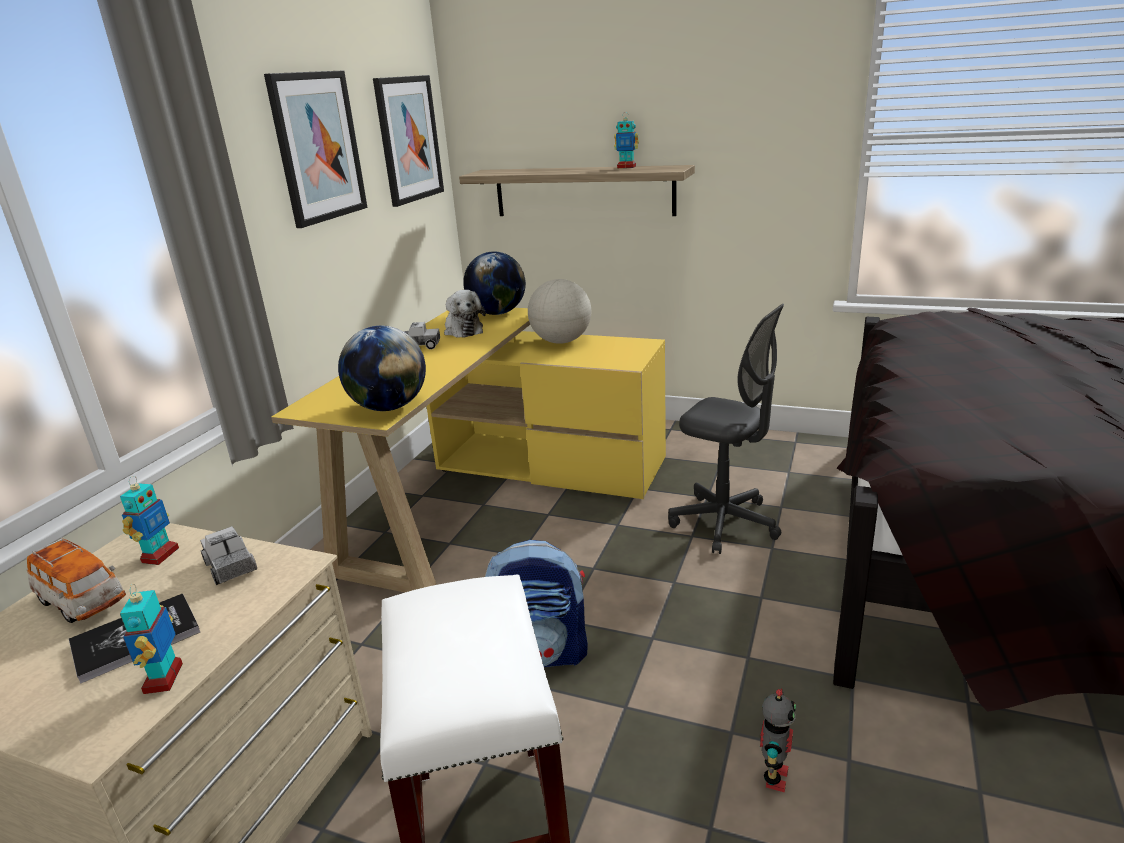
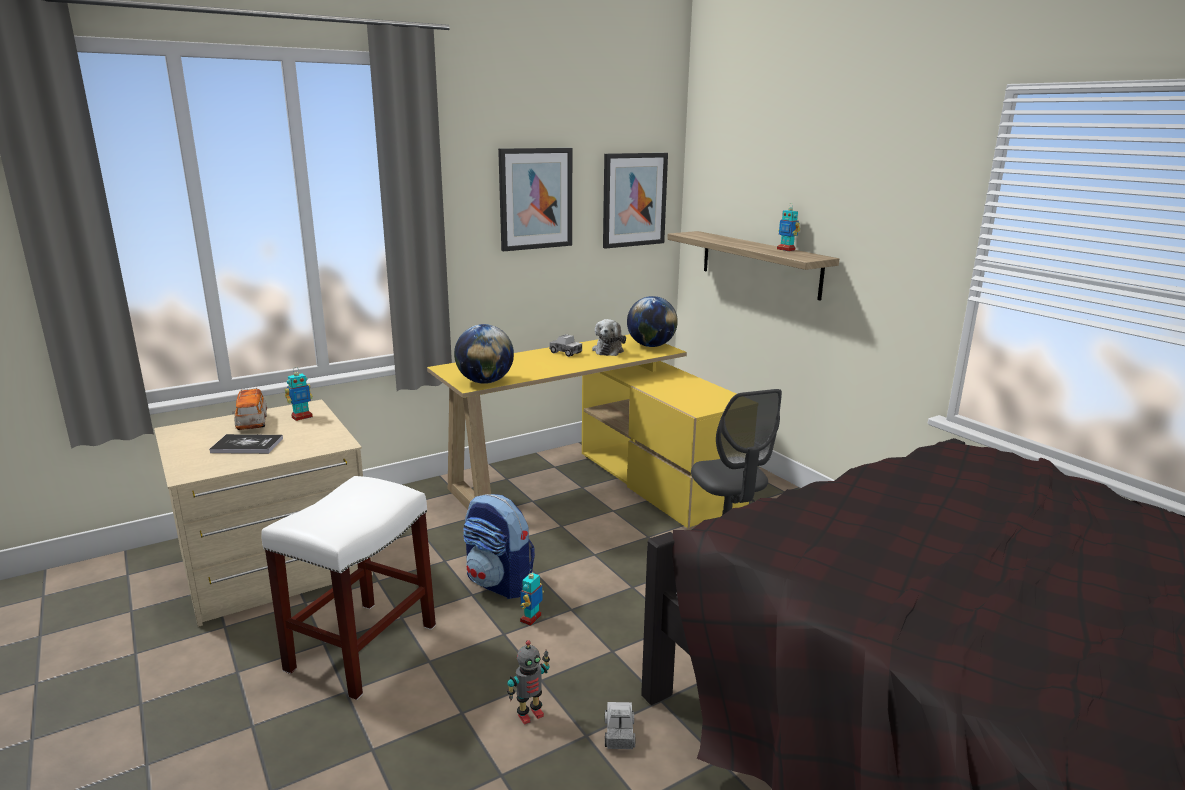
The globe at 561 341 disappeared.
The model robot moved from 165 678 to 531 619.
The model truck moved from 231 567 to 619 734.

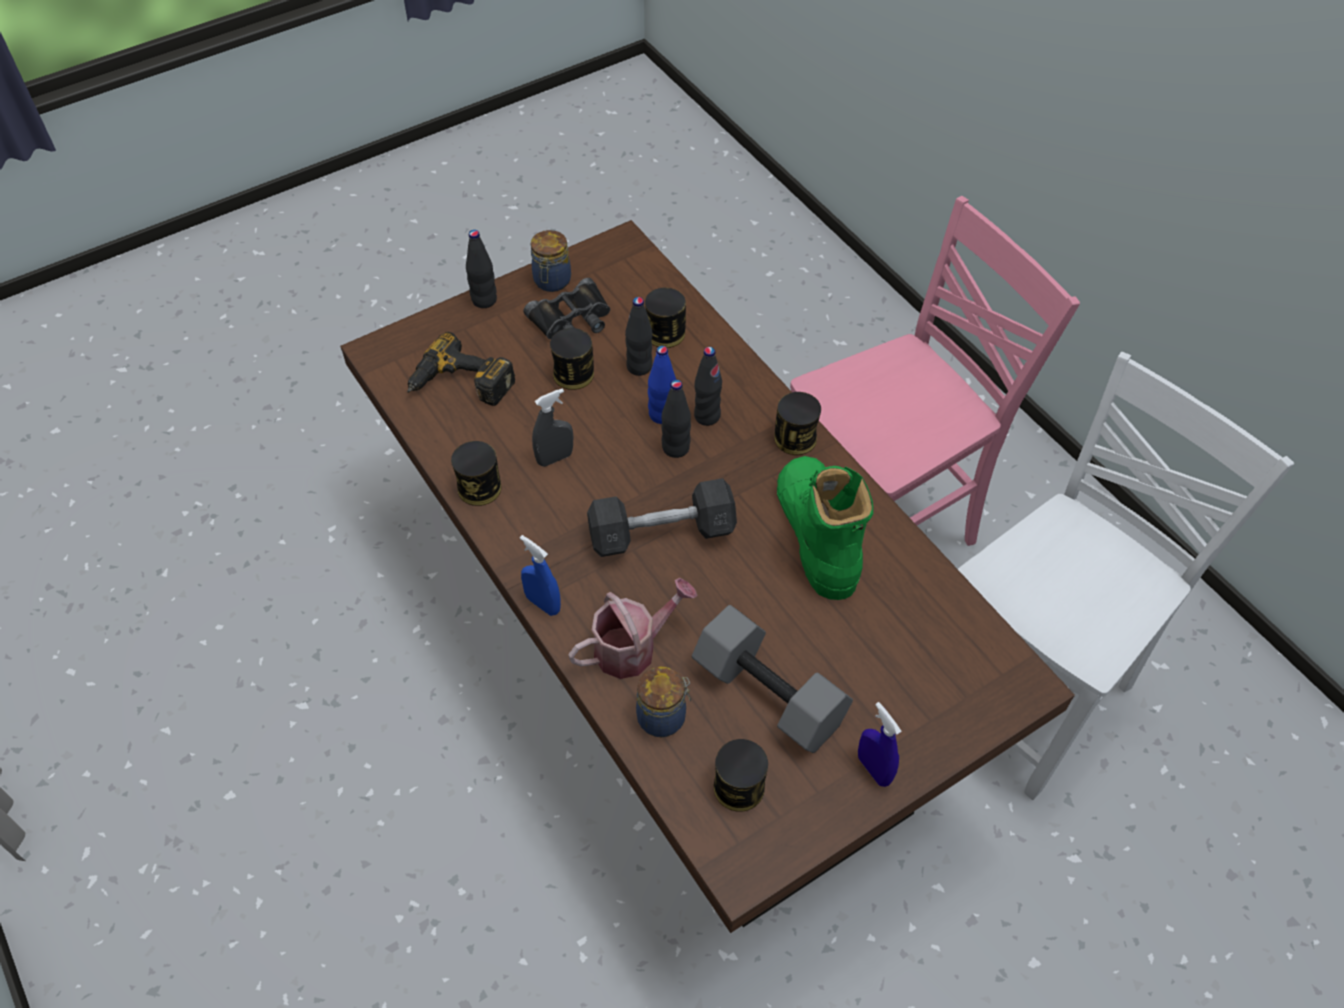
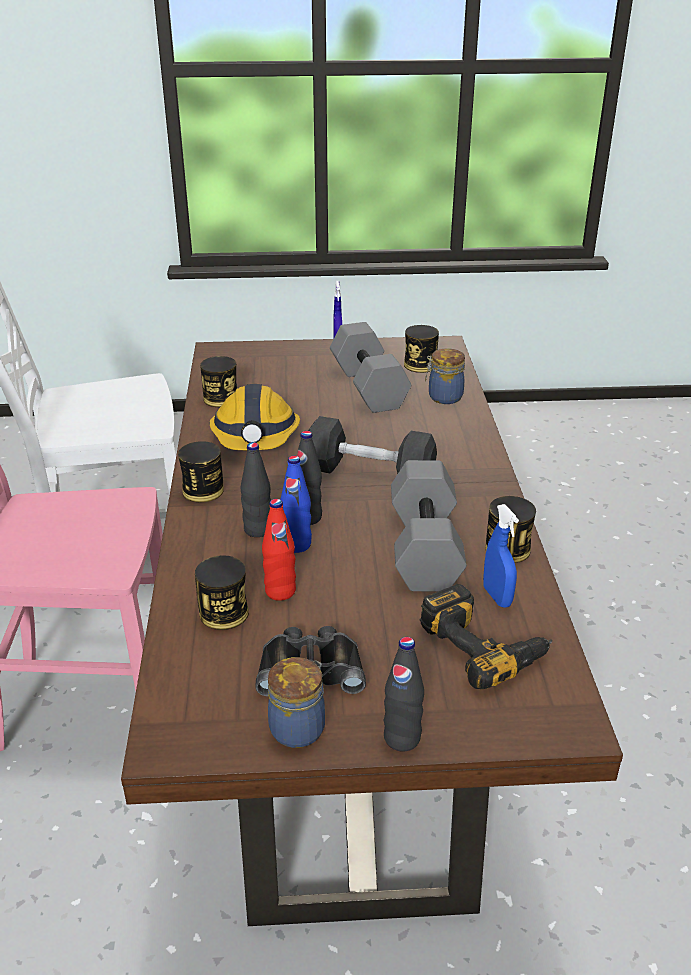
The sprinkling can at 632 647 disappeared.
The spray bottle/blue moved from 543 604 to 497 597.
The can moved from 573 374 to 221 398.
The spray bottle/greyish at 555 458 was replaced by the free weight/greyish at 422 547.
The tall boot/green-coloured at 817 534 was replaced by the hard hat at 255 437.
The beverage bottle/blackish at 639 367 became the beverage bottle/red at 280 591.

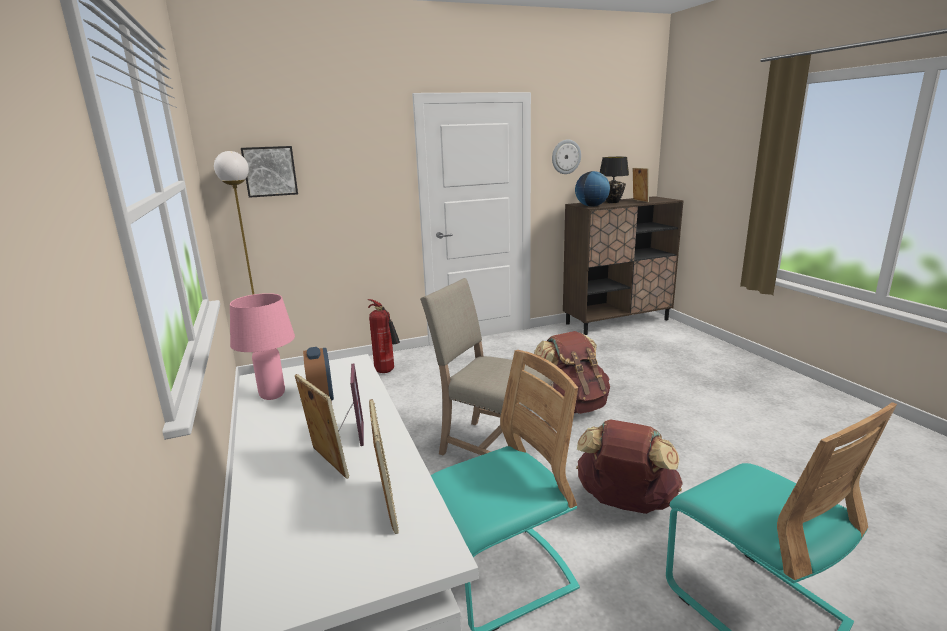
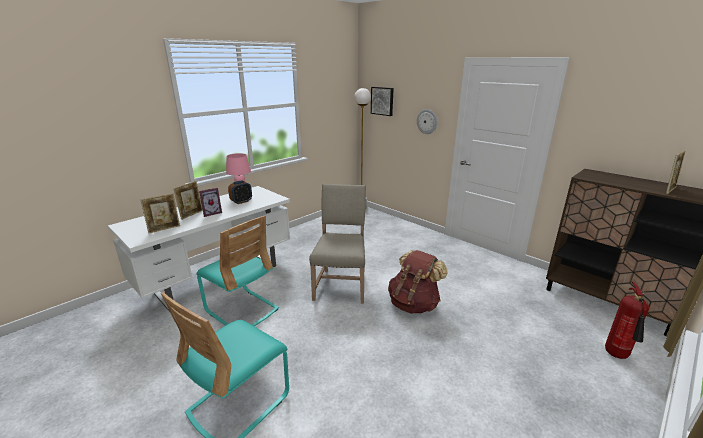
The globe at 591 206 disappeared.
The rucksack/brown at 625 503 disappeared.
The table lamp/blackish at 612 202 disappeared.
The fire extinguisher moved from 387 371 to 617 356.
The clock on the wall moved from 566 157 to 427 121.

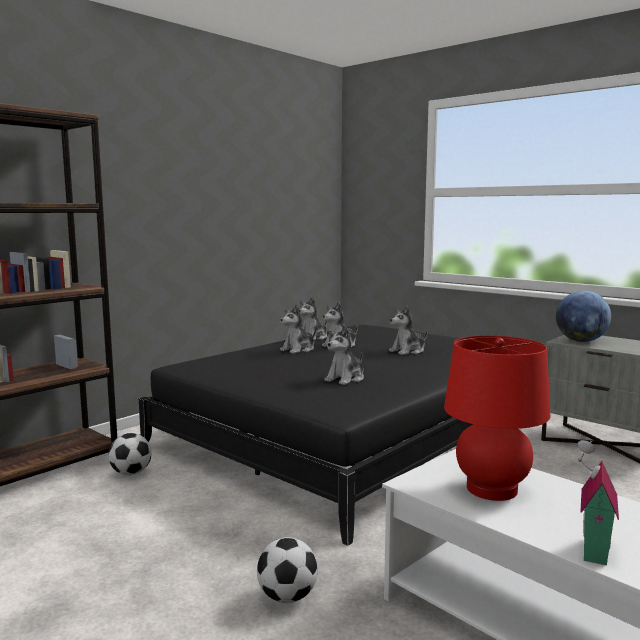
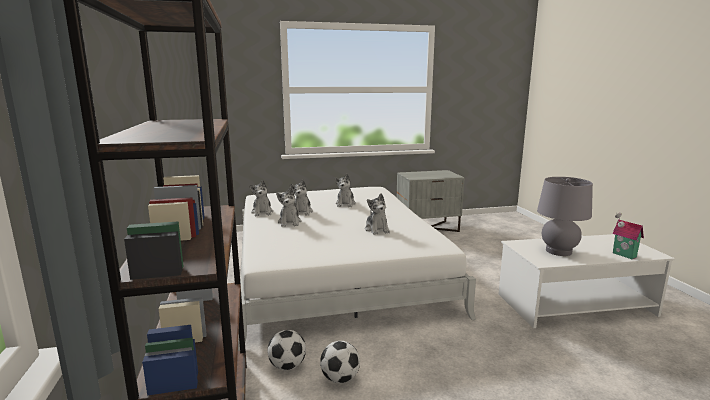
The globe at 581 341 disappeared.
The football moved from 288 597 to 340 378.
The bed/blackish at 354 432 became the bed/white-coloured at 334 269.
The table lamp/red at 491 489 became the table lamp/greyish at 558 251.

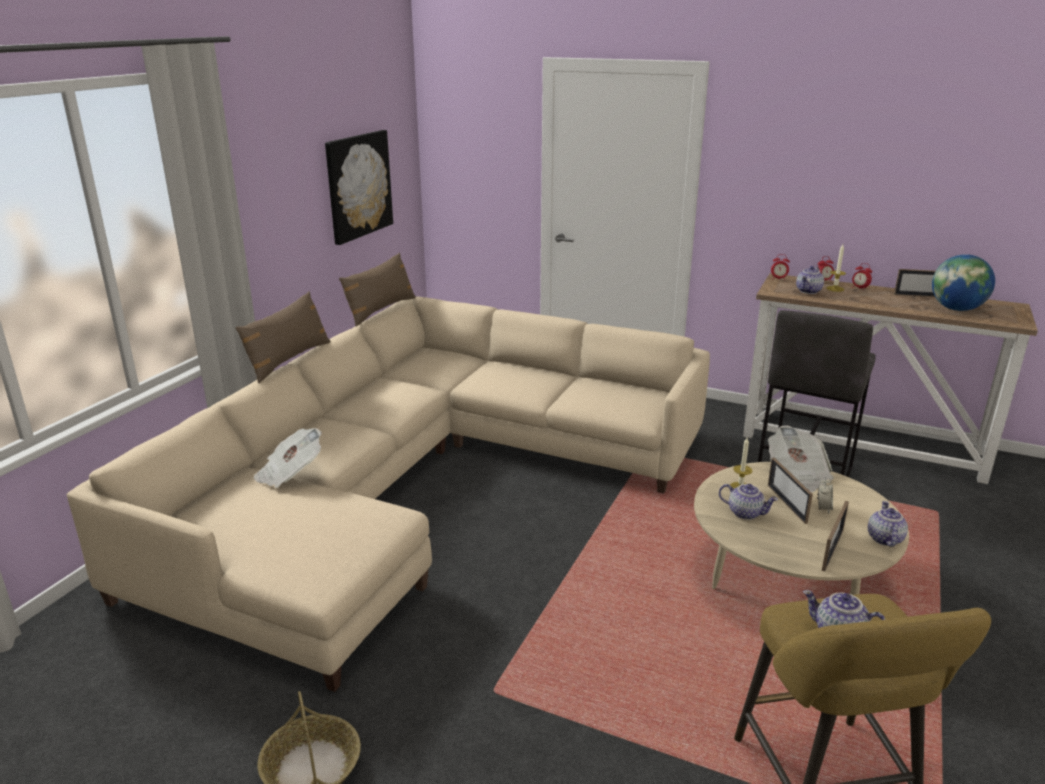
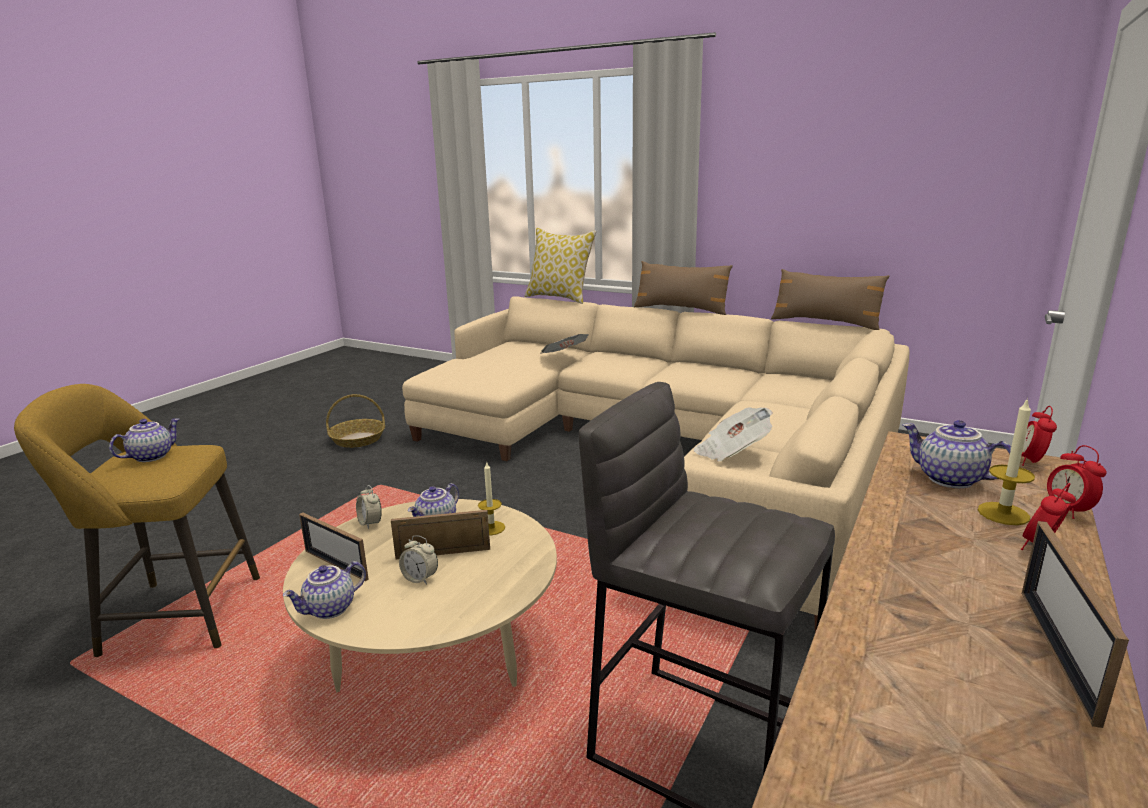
The picture at 358 185 disappeared.
The globe at 956 309 disappeared.
The bedside clock at 370 523 appeared.
The throw pillow at 560 298 appeared.
The printed paper moved from 798 475 to 731 452.
The teapot at 883 538 turned 120 degrees clockwise.

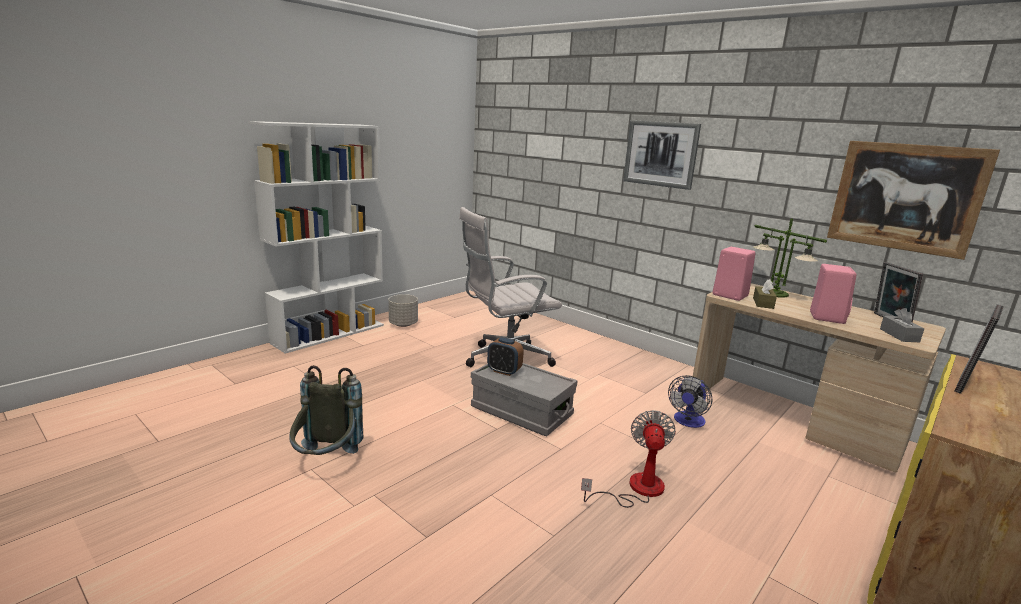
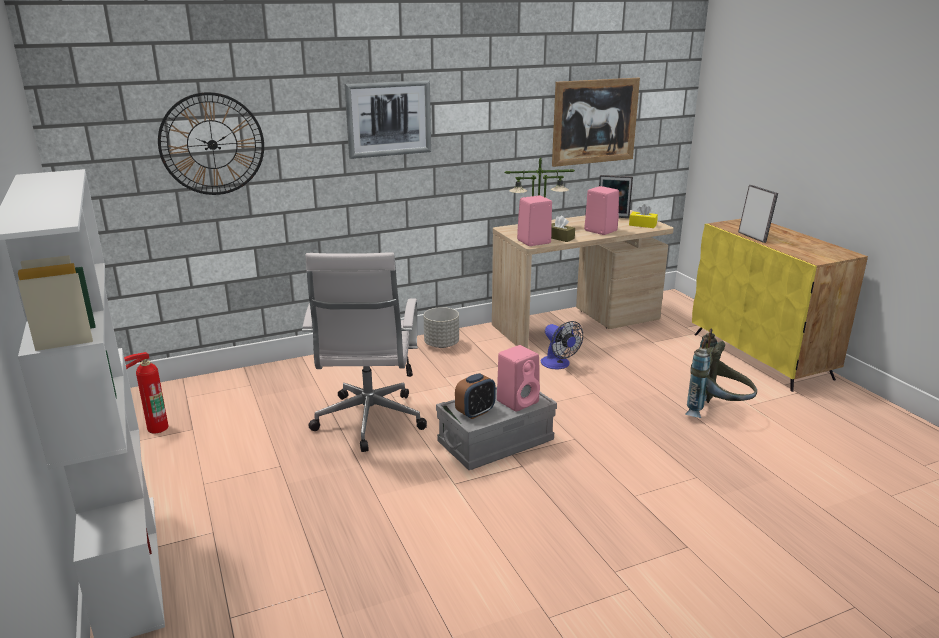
The electric fan at 636 489 disappeared.
The fire extinguisher at 155 428 appeared.
The clock on the wall at 212 144 appeared.
The speaker/pinkish at 518 401 appeared.
The rucksack/greyish moved from 326 462 to 717 413.
The flower pot/greyish moved from 403 324 to 441 344.
The tissue holder/greyish at 899 335 became the tissue holder/yellowish at 642 225.

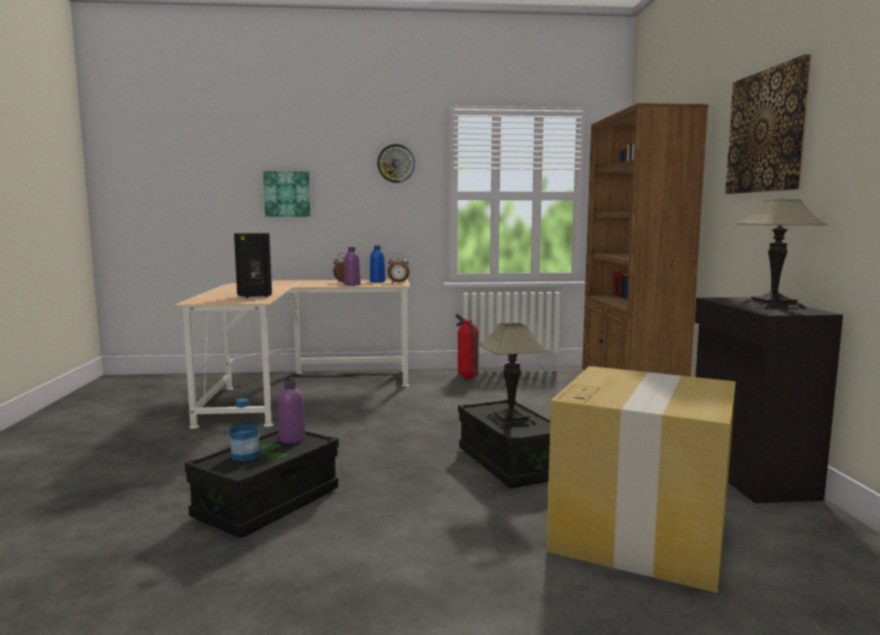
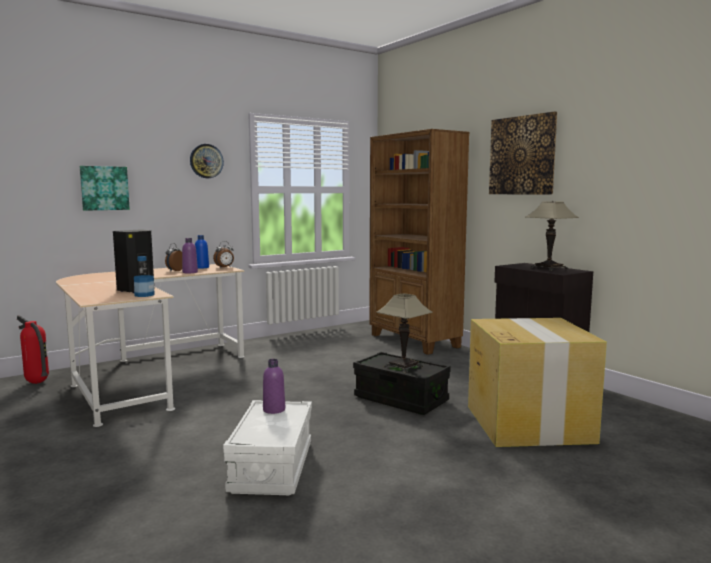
The beverage bottle moved from 245 455 to 144 295.
The fire extinguisher moved from 467 378 to 36 383.
The storage container/blackish at 267 504 became the storage container/white-coloured at 272 467.

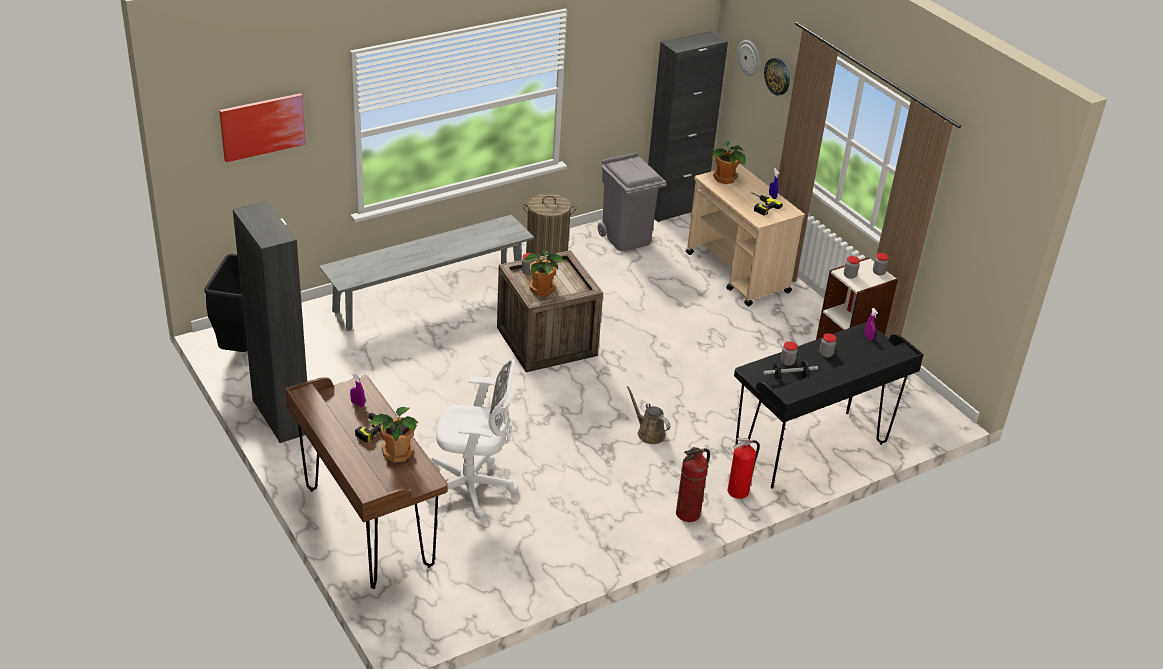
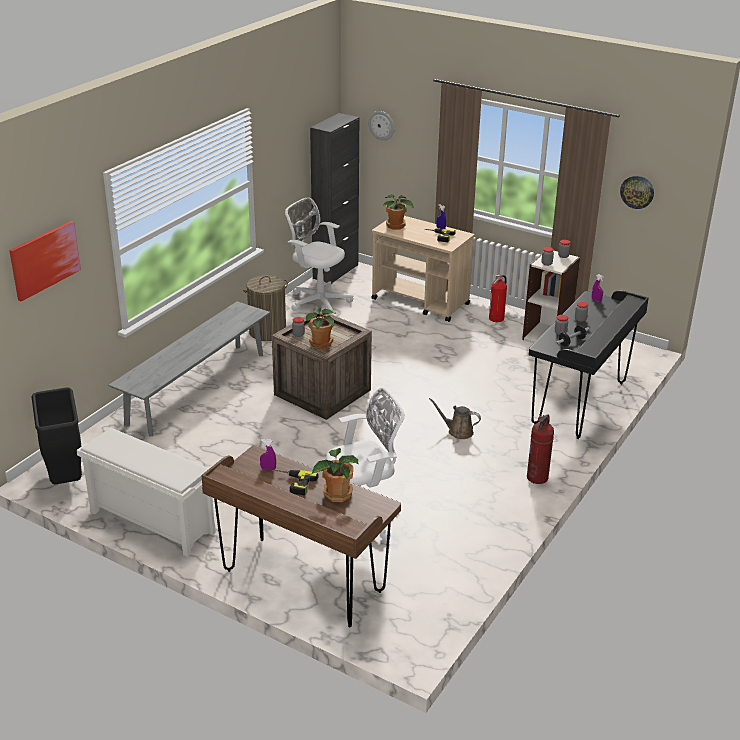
The fire extinguisher moved from 738 492 to 497 318.
The clock on the wall moved from 777 76 to 637 191.
The storage cabinet/blackish at 281 416 was replaced by the shoe rack/white-coloured at 150 522.
The waste bin/greyish at 627 238 was replaced by the office chair/white-coloured at 318 301.

